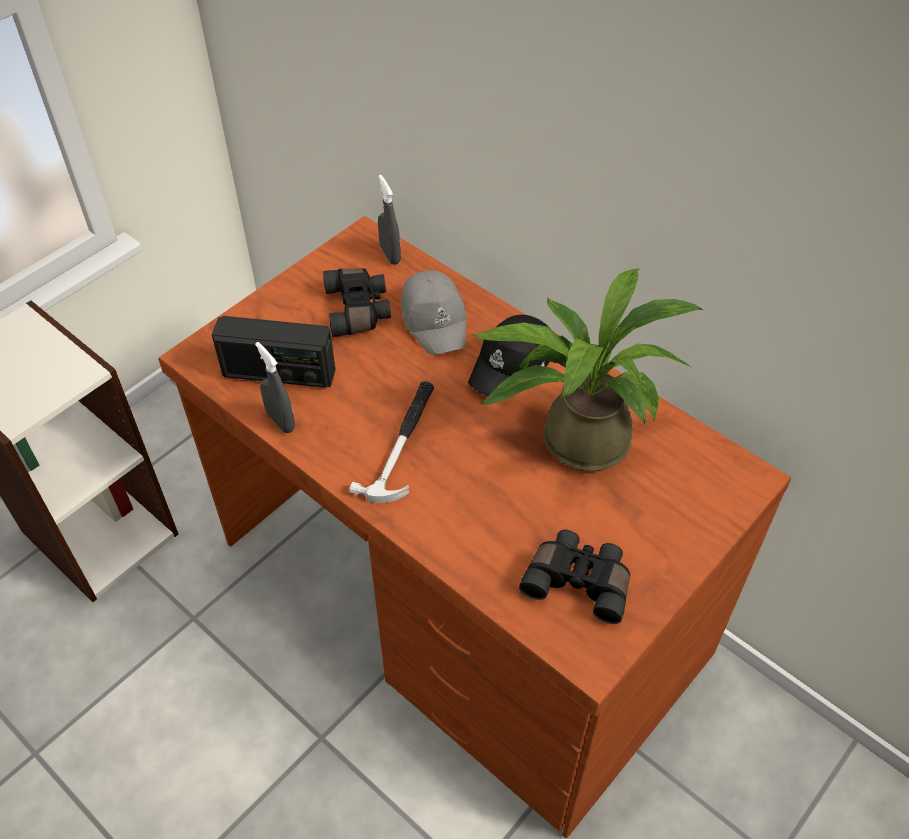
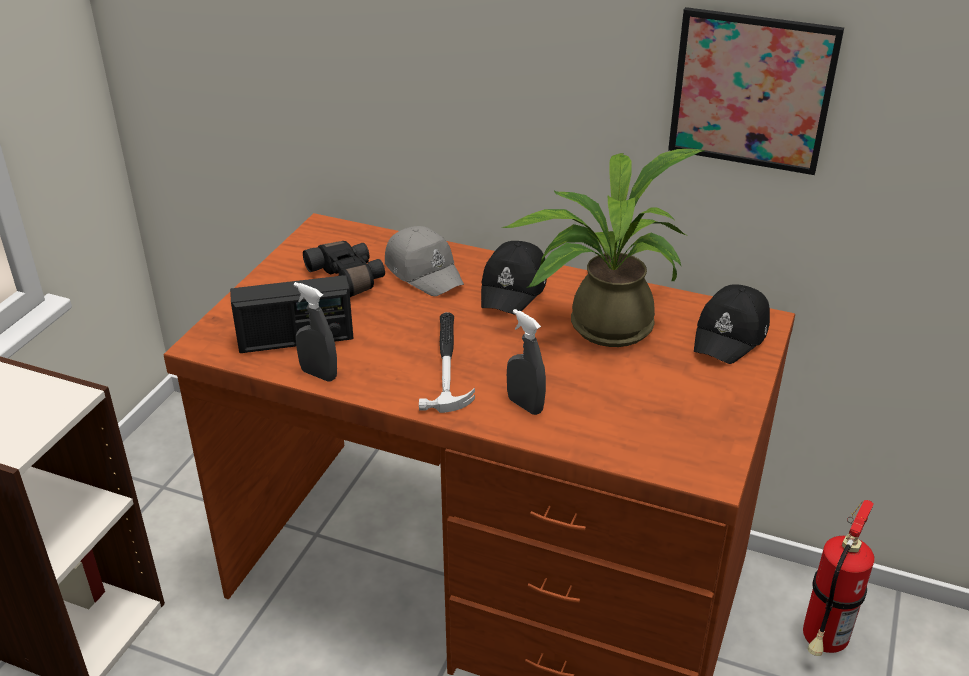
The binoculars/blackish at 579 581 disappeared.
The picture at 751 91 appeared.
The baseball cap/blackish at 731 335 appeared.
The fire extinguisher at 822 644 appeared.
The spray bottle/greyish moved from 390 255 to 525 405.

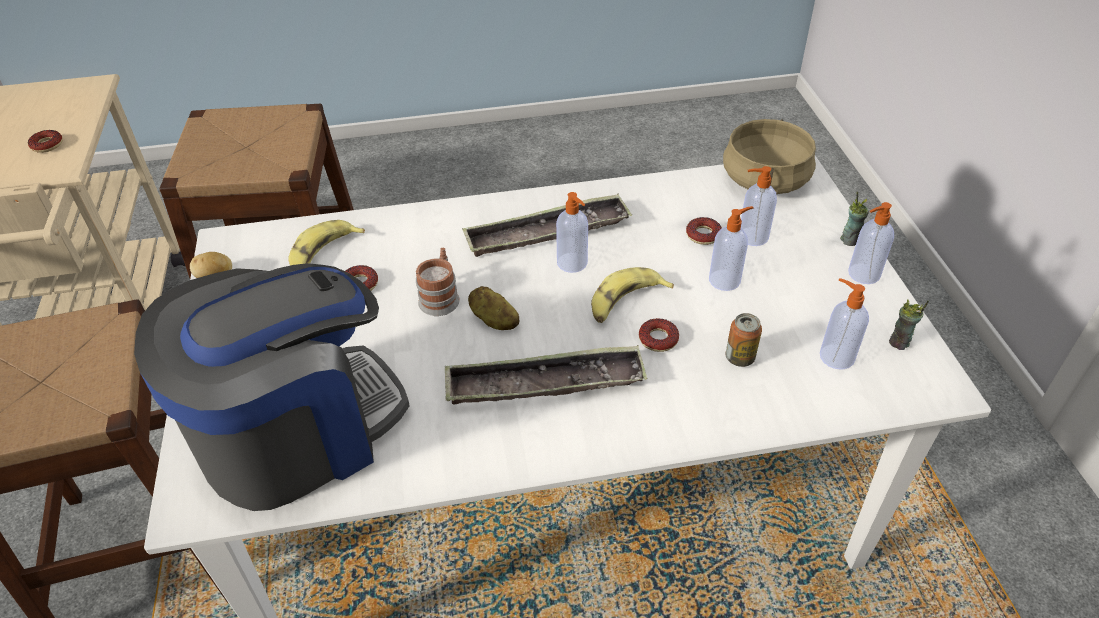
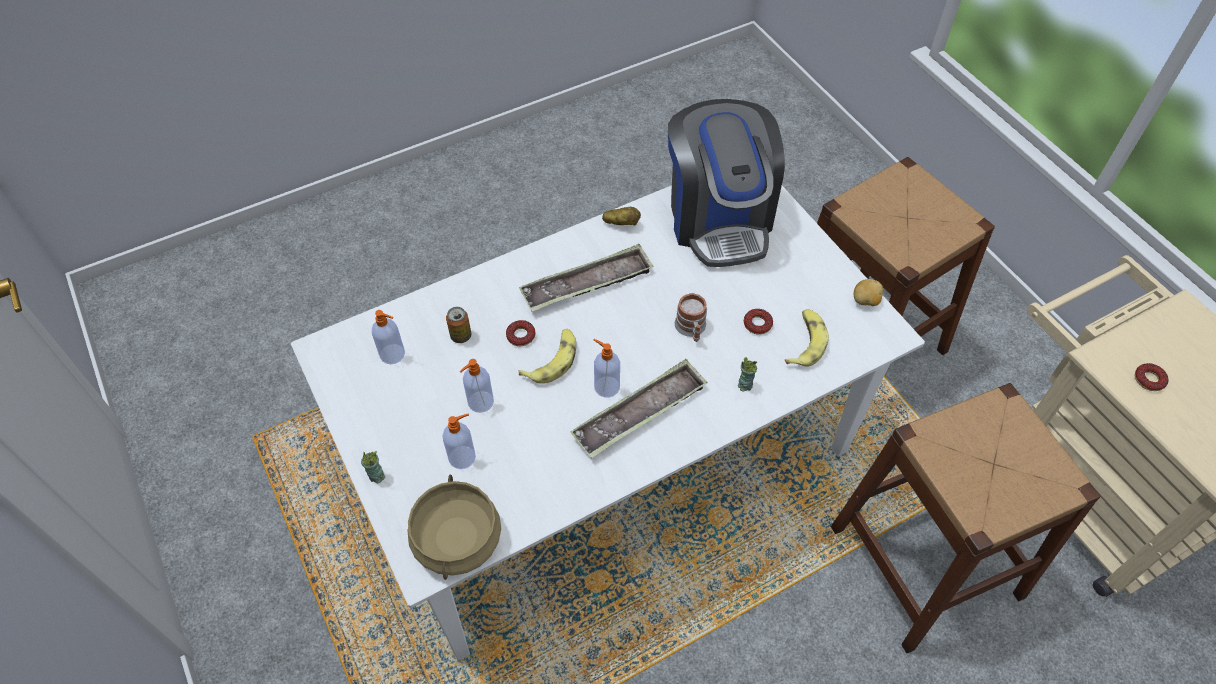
The doughnut at 703 235 disappeared.
The soap bottle at 863 274 disappeared.
The spud moved from 494 320 to 621 223.
The cup moved from 899 343 to 744 385.
The coffee maker at 298 432 turned 45 degrees counterclockwise.

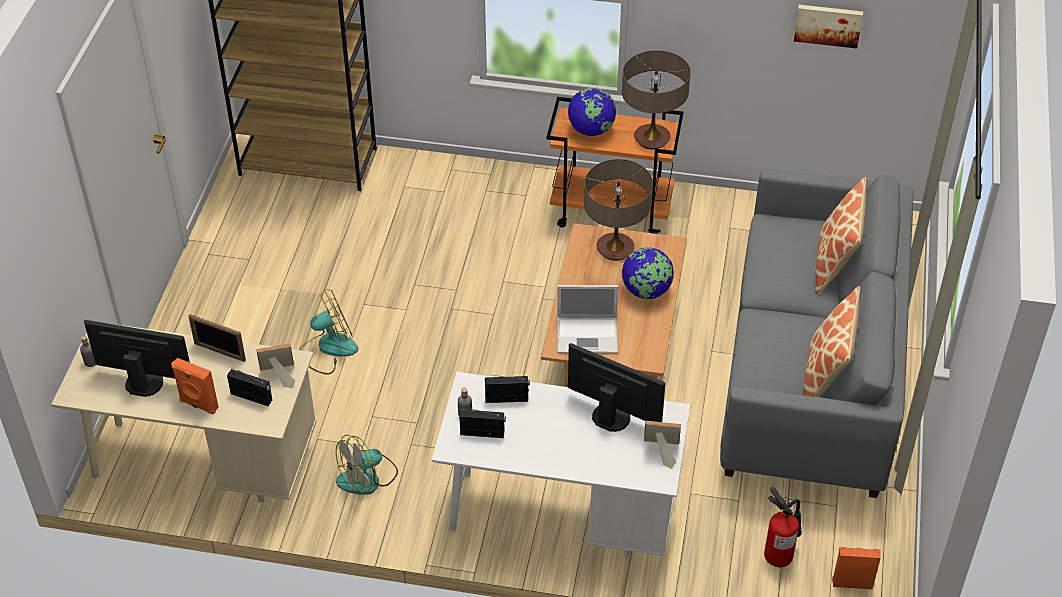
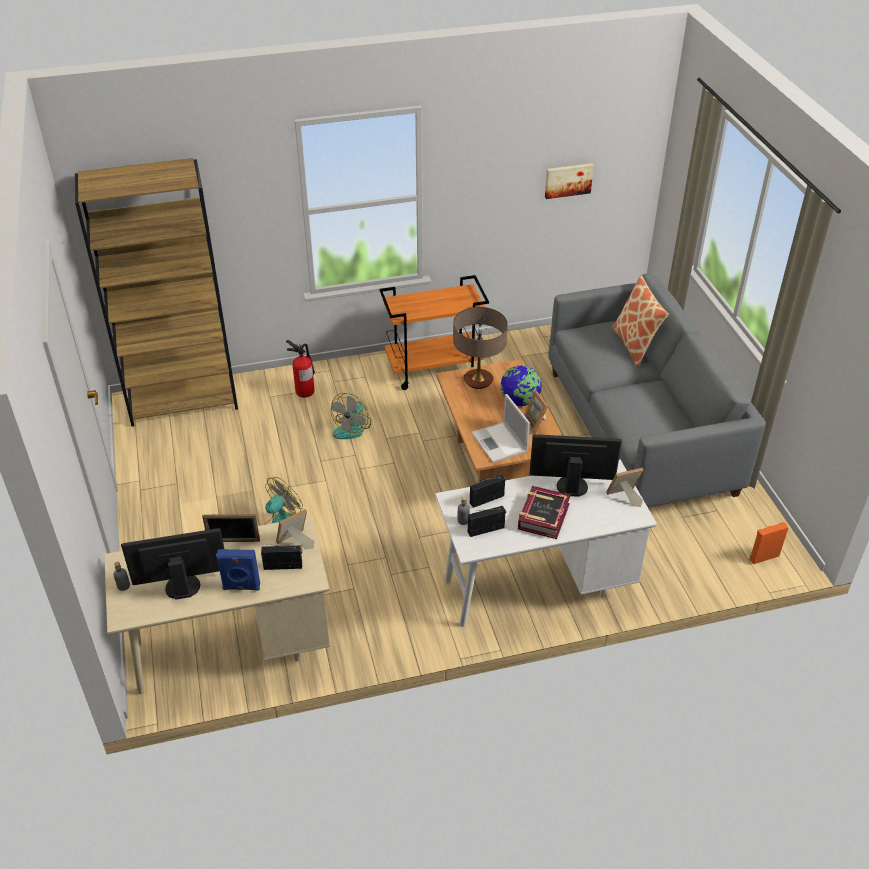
The globe at 591 130 disappeared.
The table lamp at 652 139 disappeared.
The throw pillow at 825 376 disappeared.
The book at 543 516 appeared.
The picture frame at 536 424 appeared.
The electric fan moved from 367 478 to 352 428.
The fire extinguisher moved from 780 554 to 305 391.
The speaker/orangey at 198 405 became the speaker/blue at 241 587.
The laptop at 588 335 turned 90 degrees clockwise.

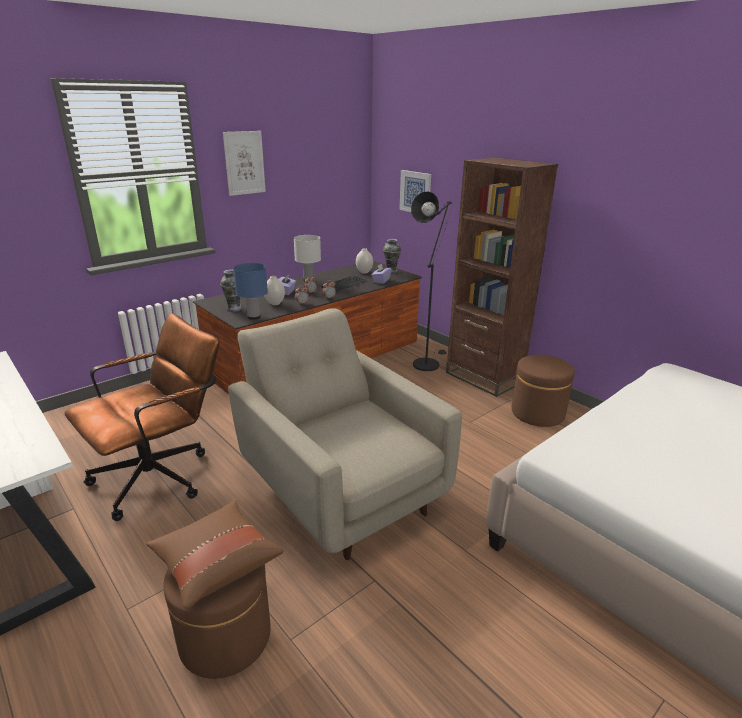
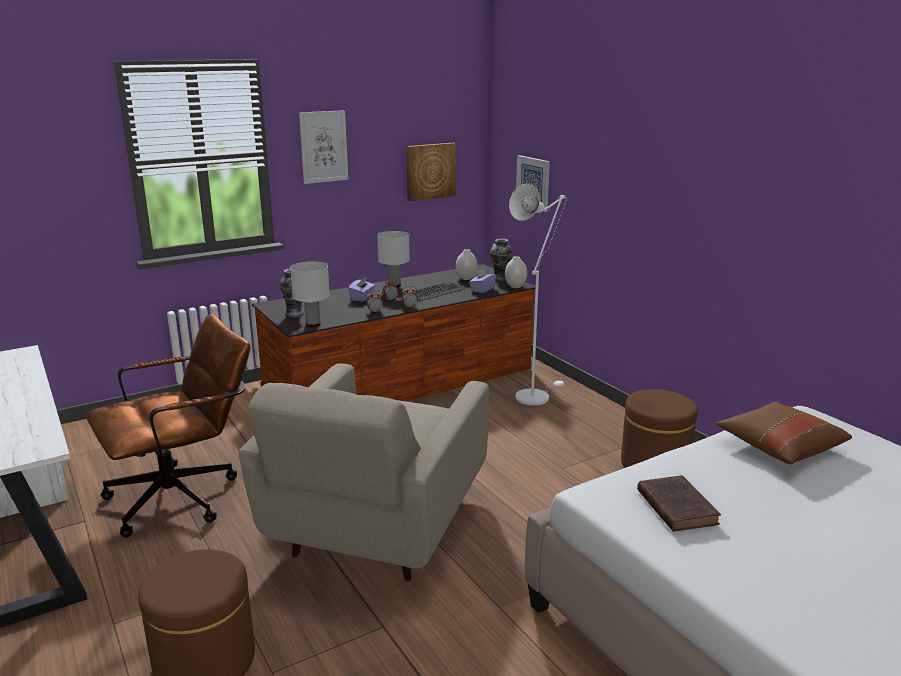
The shelving unit/brown at 484 377 disappeared.
The picture at 430 171 appeared.
The book/brown at 675 506 appeared.
The throw pillow/brown moved from 216 563 to 779 447.
The decorative vase/white-coloured moved from 275 303 to 515 286.
The table lamp/blue at 254 317 became the table lamp/white-coloured at 313 324.
The standing lamp/blackish at 427 362 became the standing lamp/white-coloured at 535 395.
The lounge chair/beige-coloured at 339 489 turned 135 degrees counterclockwise.

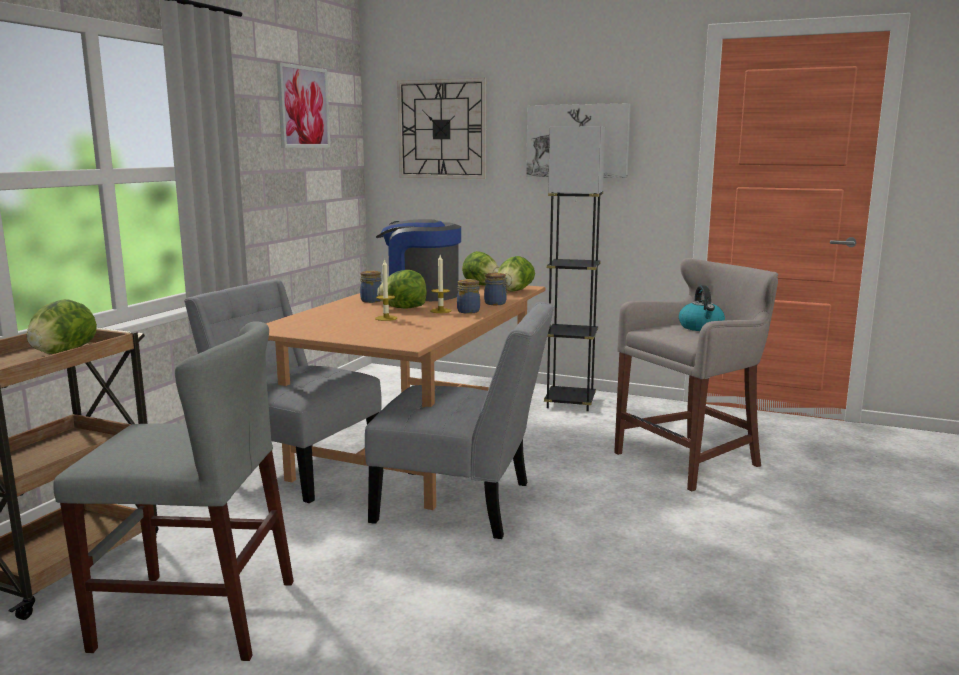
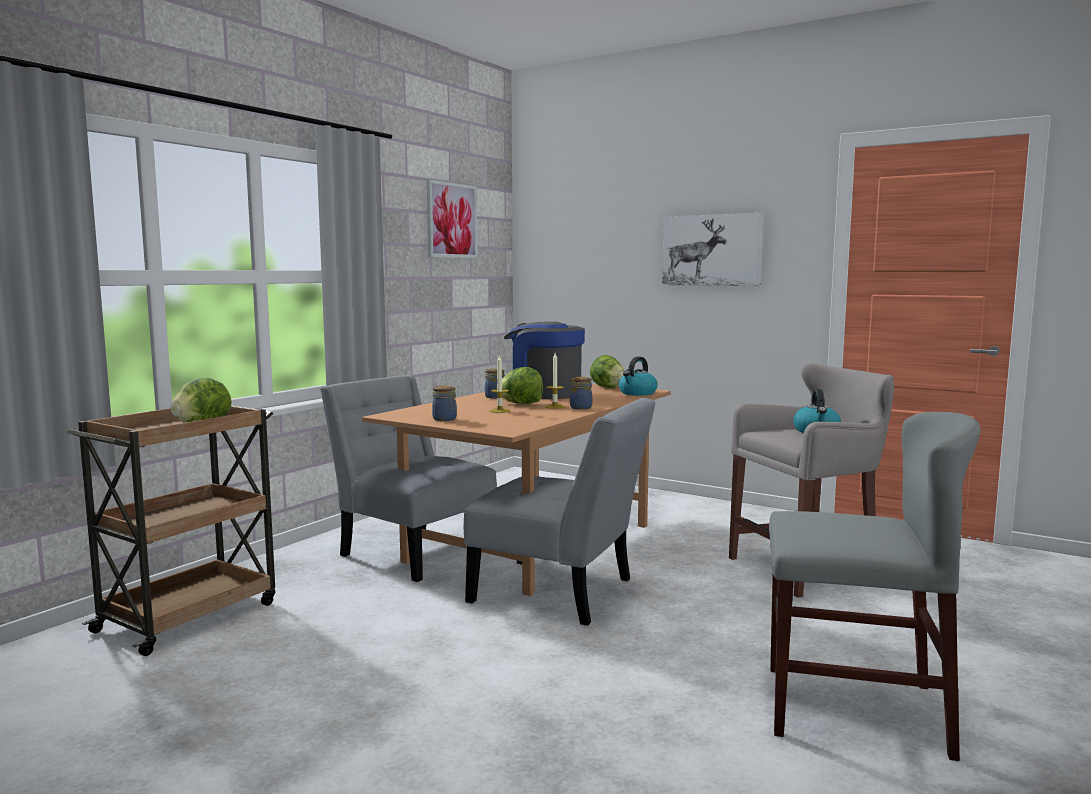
The clock on the wall at 442 129 disappeared.
The standing lamp/greyish at 570 403 disappeared.
The upright chair/greyish moved from 196 615 to 854 709.
The preserve jar moved from 496 303 to 445 419.
The lettuce at 514 291 was replaced by the tea kettle at 637 393.

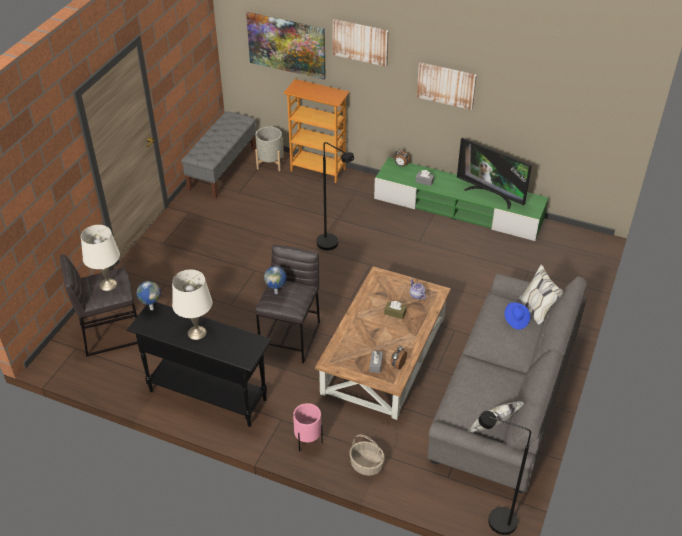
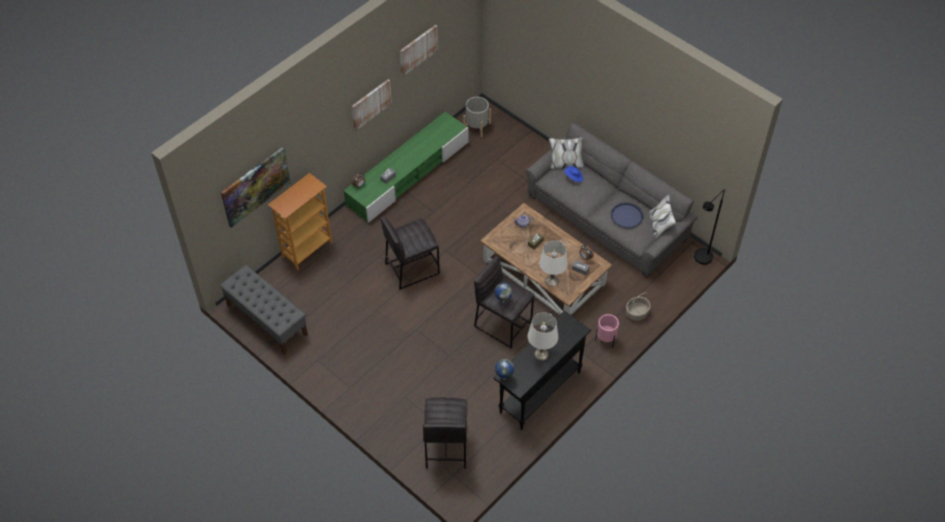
The TV set at 491 194 disappeared.
The carrying tray/blue at 626 216 appeared.
The table lamp/white-coloured moved from 108 284 to 552 281.
The flower pot/greyish moved from 270 163 to 477 126.
The picture moved from 360 42 to 418 49.
The standing lamp/blackish at 332 245 was replaced by the sitting stool/greyish at 411 268.

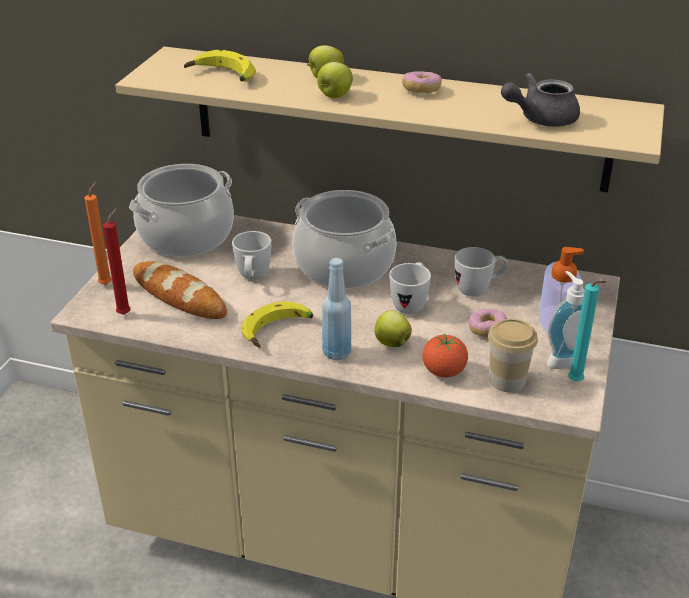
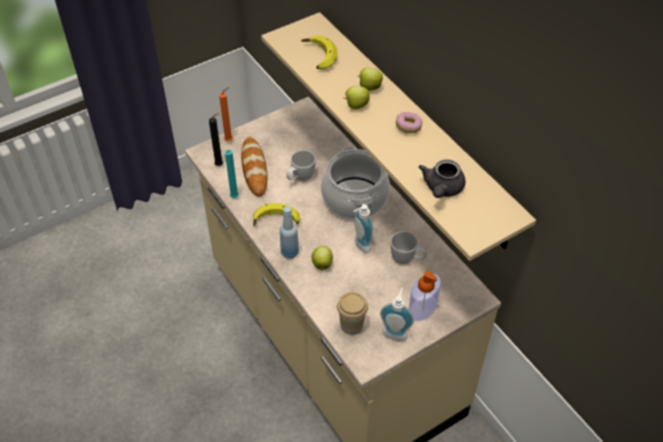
The stockpot at 186 236 disappeared.
The whole tomato at 443 372 disappeared.
The doughnut at 487 330 disappeared.
The candle/turquoise-coloured moved from 577 383 to 234 198.
The mug/white-coloured at 411 304 was replaced by the soap bottle at 360 246.
The candle/red at 126 313 became the candle/blackish at 220 165.
The teapot/greyish at 540 119 turned 90 degrees counterclockwise.

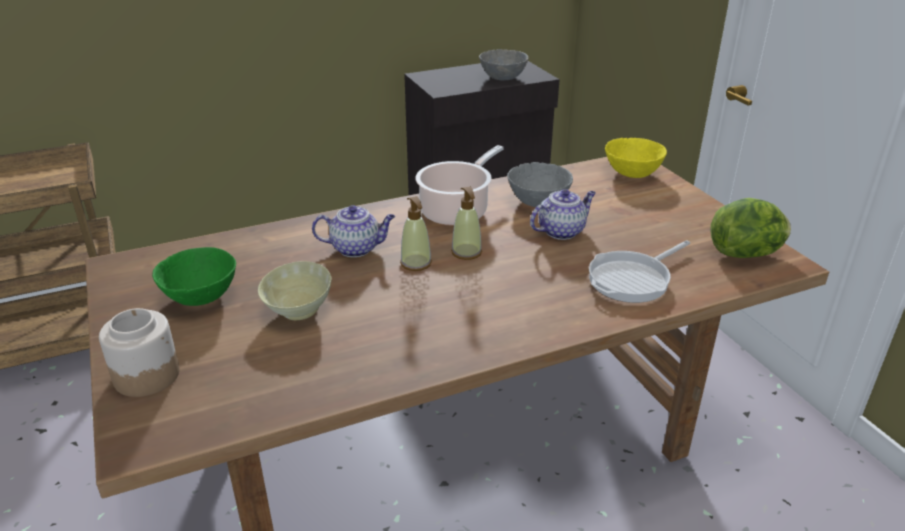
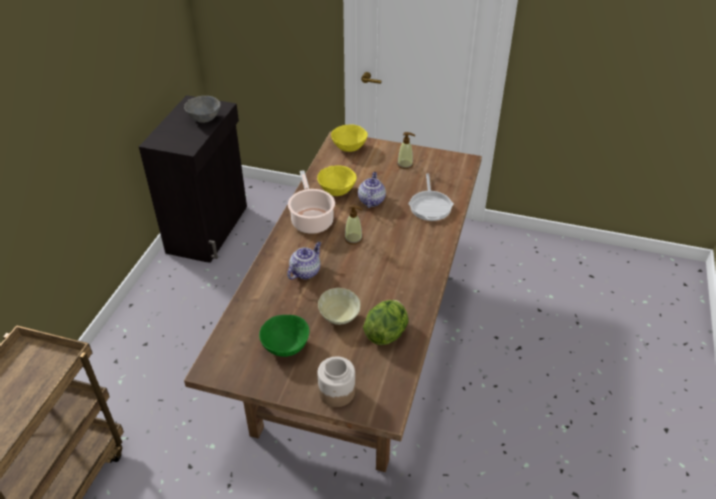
The soap bottle moved from 416 263 to 405 164.
The lettuce moved from 746 254 to 386 333.
The deep dish/greyish at 538 201 became the deep dish/yellowish at 337 190.

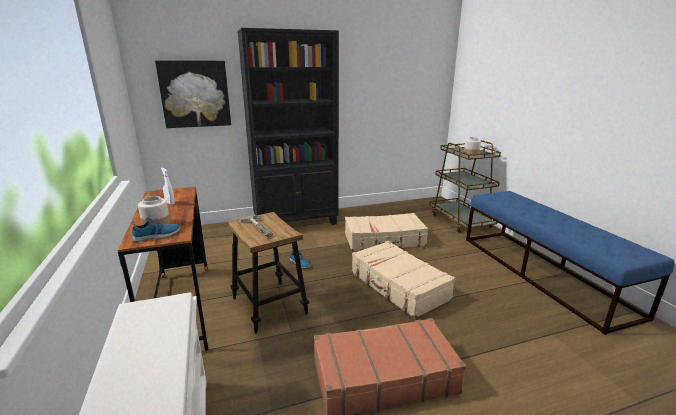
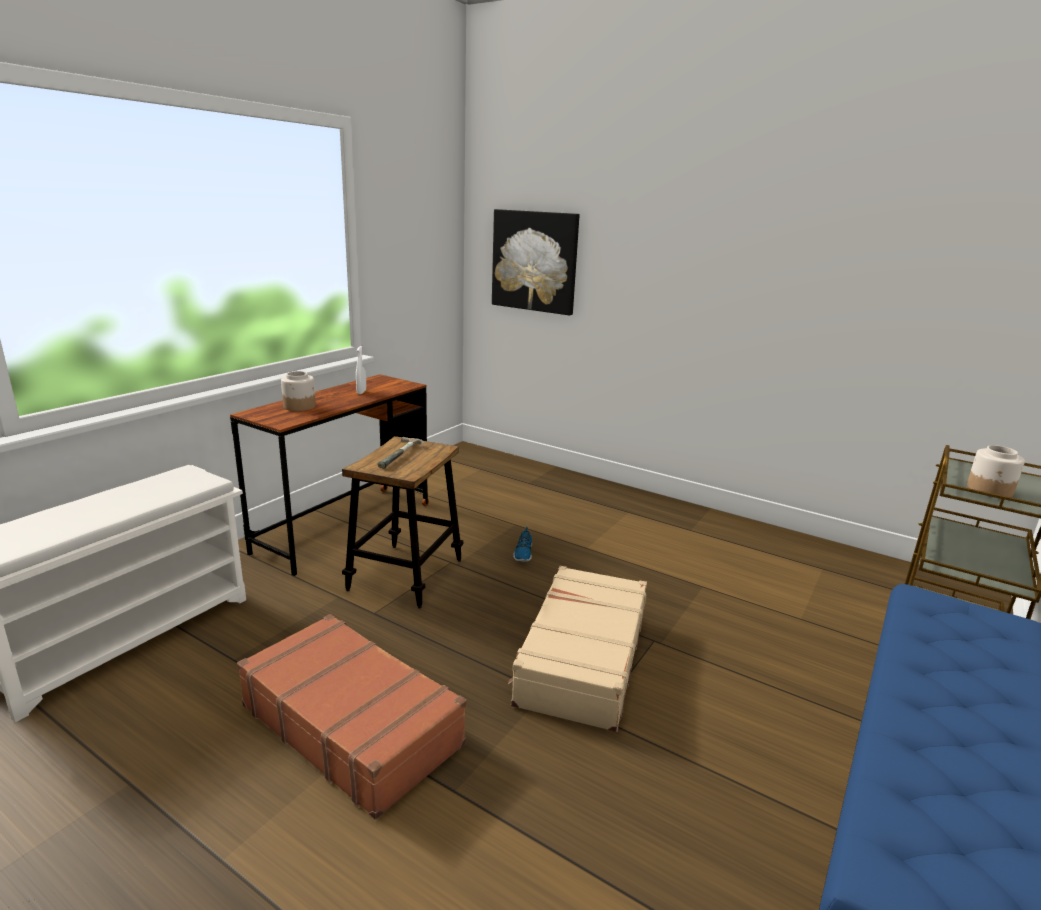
The low shoe at 157 235 disappeared.
The shelving unit/blackish at 296 222 disappeared.
The travel case/beige-coloured at 384 240 disappeared.

